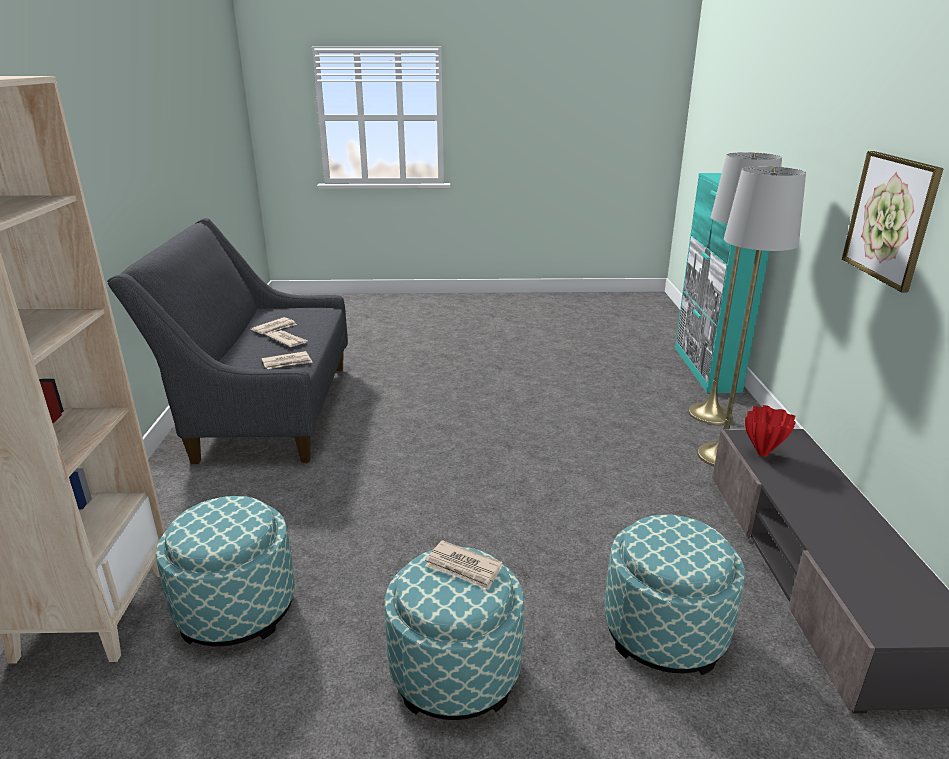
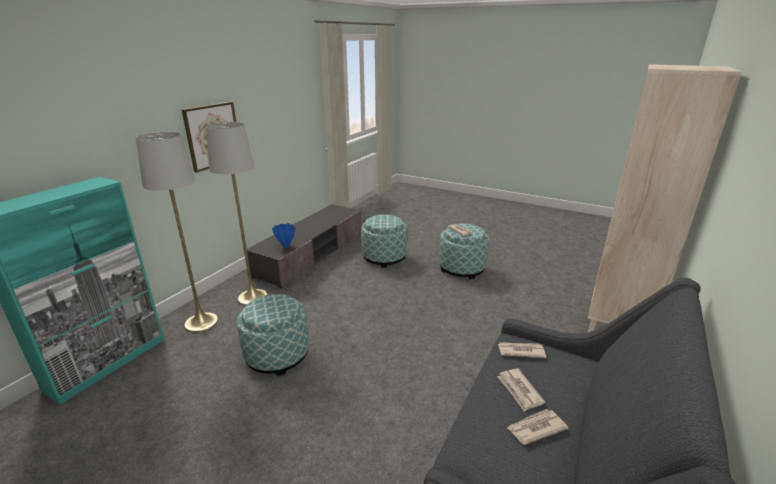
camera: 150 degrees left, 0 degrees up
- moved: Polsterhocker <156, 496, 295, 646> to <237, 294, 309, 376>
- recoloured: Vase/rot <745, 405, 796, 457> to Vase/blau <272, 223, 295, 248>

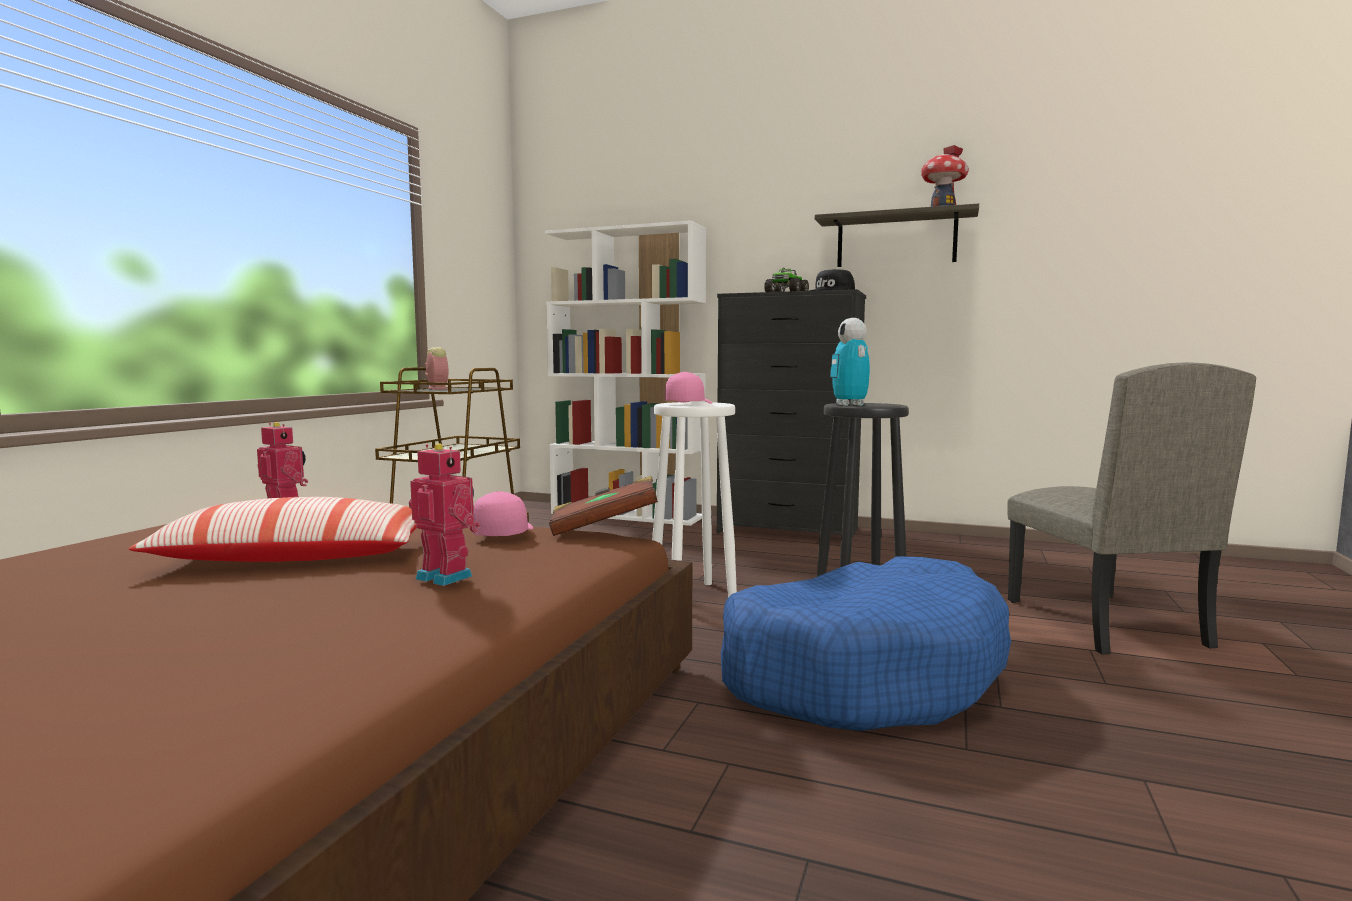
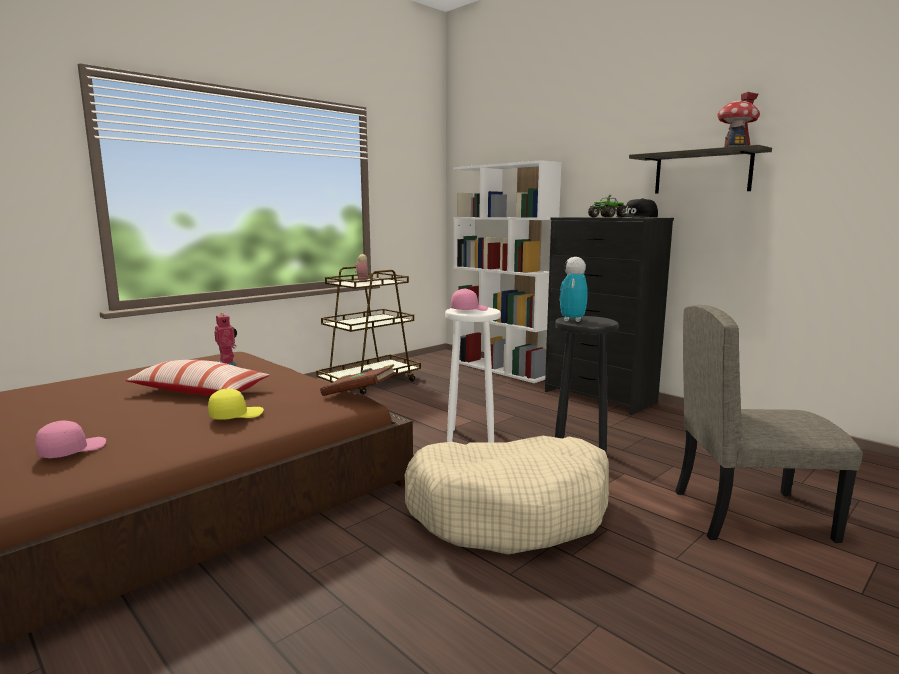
camera: 25 degrees right, 5 degrees up
- moved: Kappe/rosa <472, 491, 533, 536> to <35, 421, 106, 458>
- replaced: Spielzeugroboter <409, 443, 480, 586> to Kappe/gelb <208, 389, 264, 420>
- recoloured: Hundebett/blau <721, 556, 1011, 731> to Hundebett/beige <405, 436, 609, 555>
- turned: Stuhl/beige <1007, 362, 1256, 654> = <675, 305, 863, 543> 75 degrees clockwise

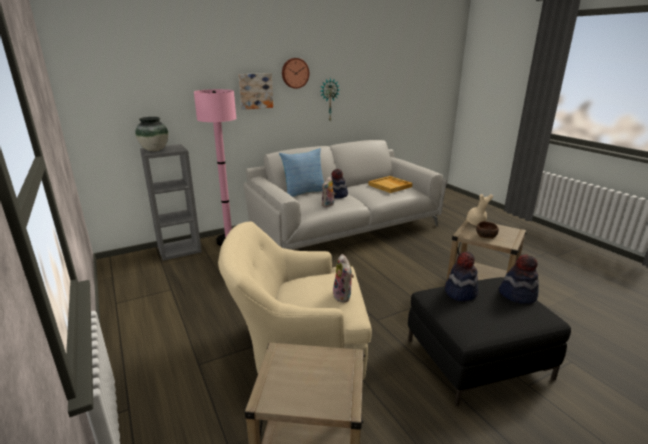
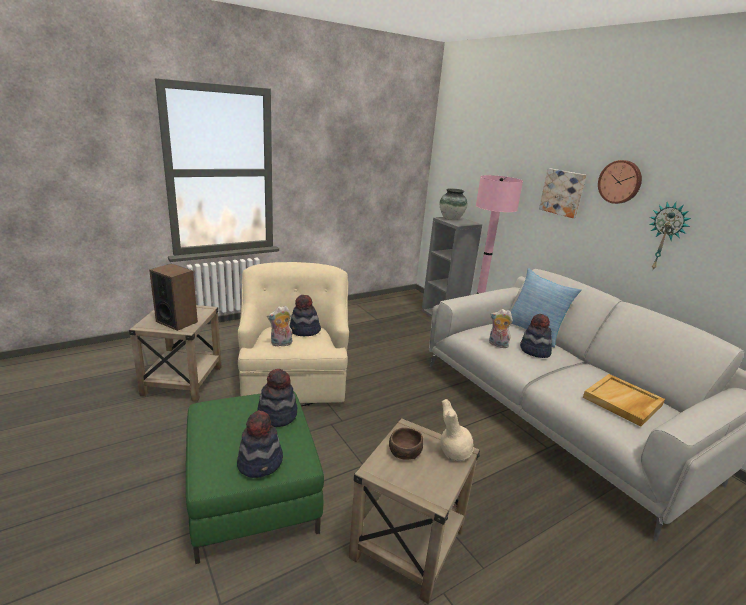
camera: 85 degrees right, 0 degrees up
- added: Lautsprecher <149, 264, 198, 331>
- added: Hut <290, 295, 321, 336>
- recoloured: Polsterhocker/schwarz <408, 277, 571, 406> to Polsterhocker/grün <186, 391, 324, 564>

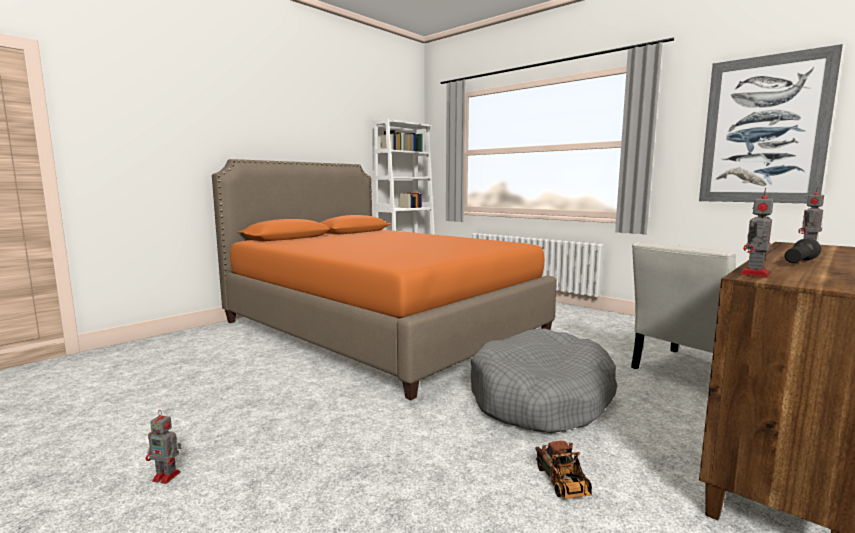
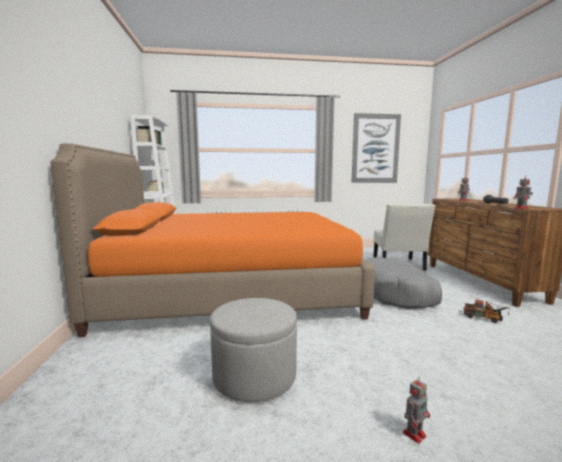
camera: 50 degrees left, 0 degrees up
- added: Polsterhocker/grau <210, 298, 297, 402>

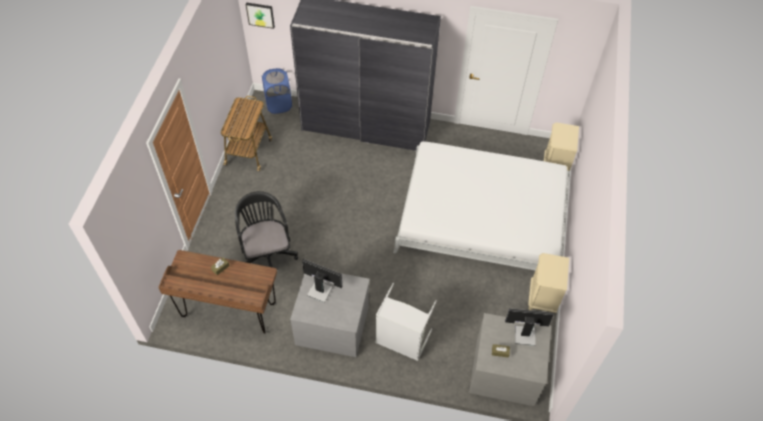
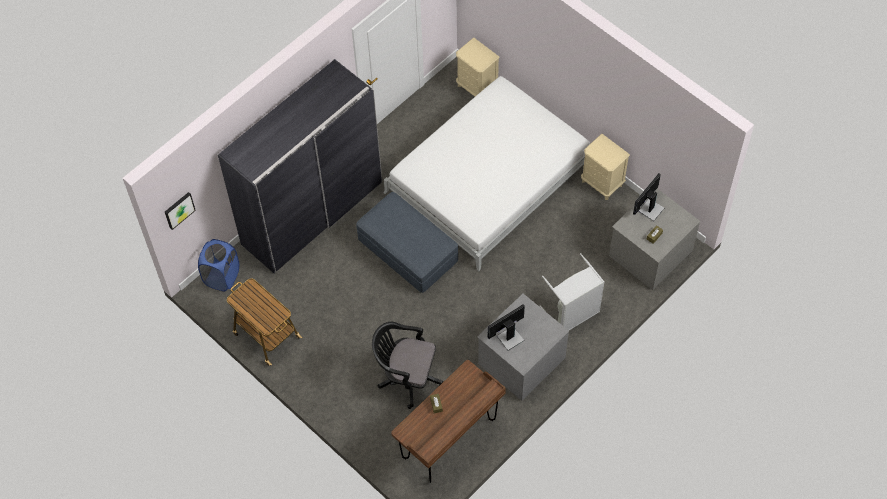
camera: 55 degrees left, 5 degrees up
- added: Polsterhocker/grau <356, 192, 458, 293>

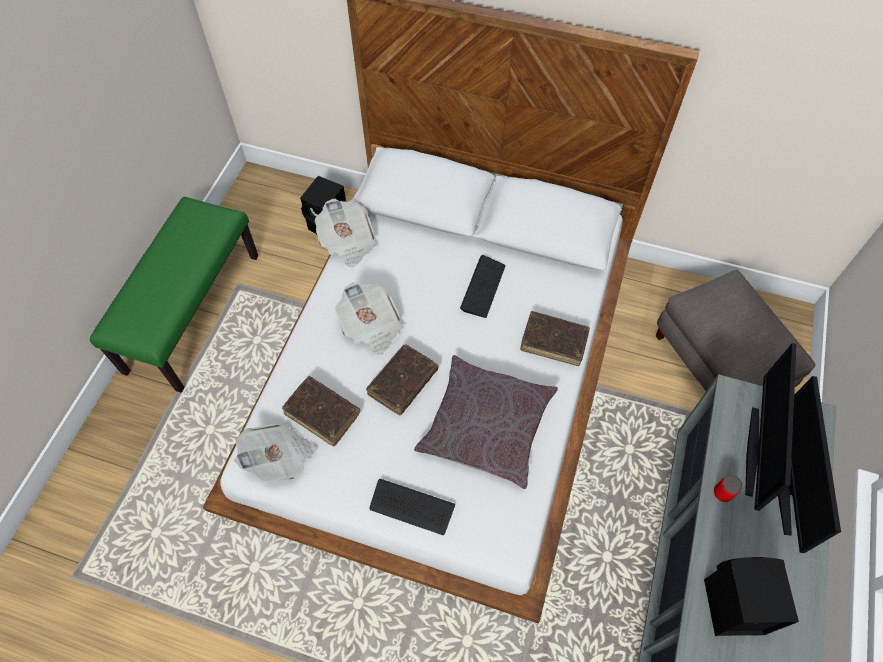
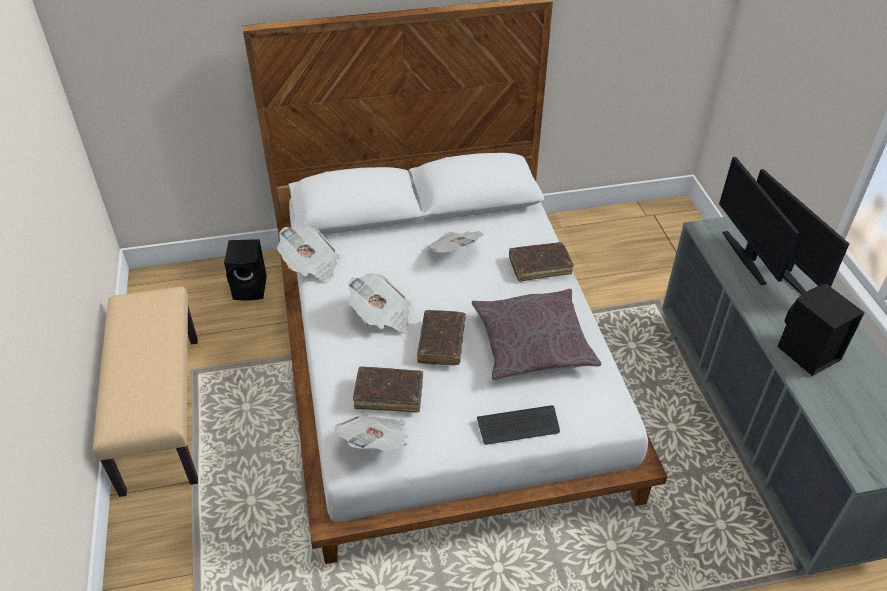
camera: 30 degrees left, 15 degrees down
- removed: Polsterhocker/grau <656, 270, 816, 391>
- removed: Dose <714, 475, 742, 502>
- replaced: Tastatur <460, 255, 505, 318> to Zeitung <426, 232, 485, 253>
- recoloured: Bank/grün <90, 197, 258, 393> to Bank/beige <93, 286, 198, 497>

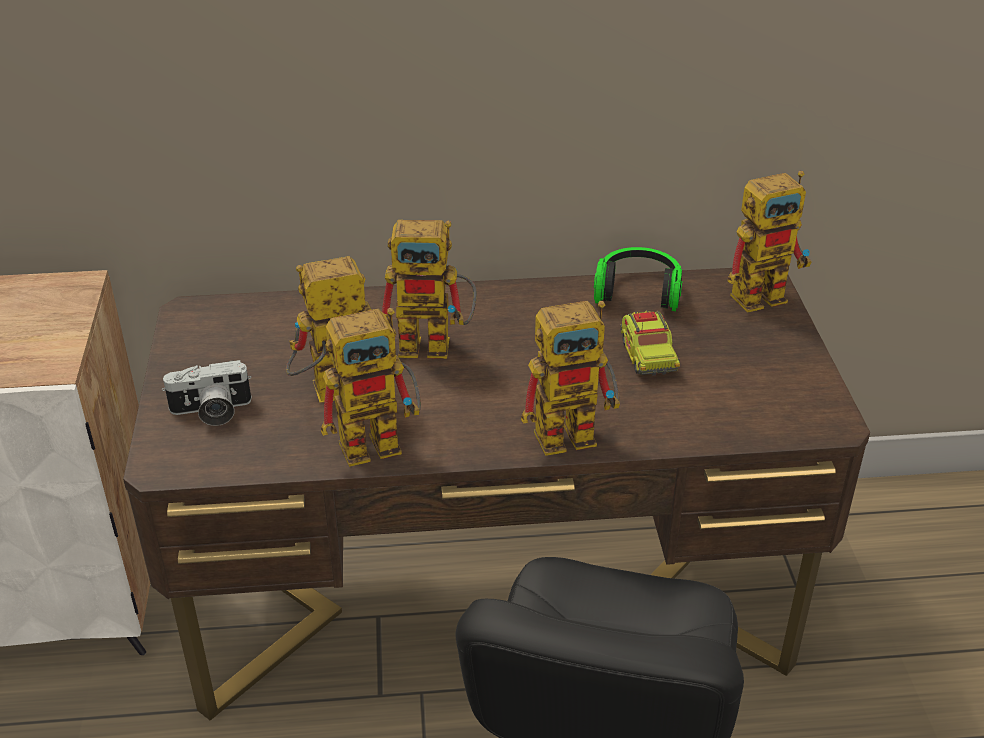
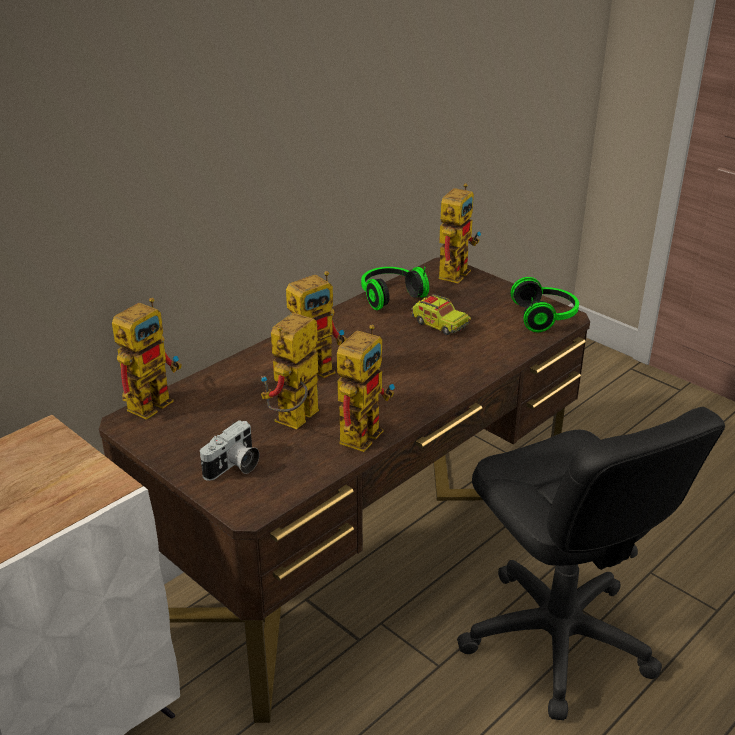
camera: 40 degrees left, 5 degrees down
- added: Kopfhörer <510, 277, 579, 332>
- moved: Spielzeugroboter <521, 300, 620, 456> to <112, 298, 182, 420>

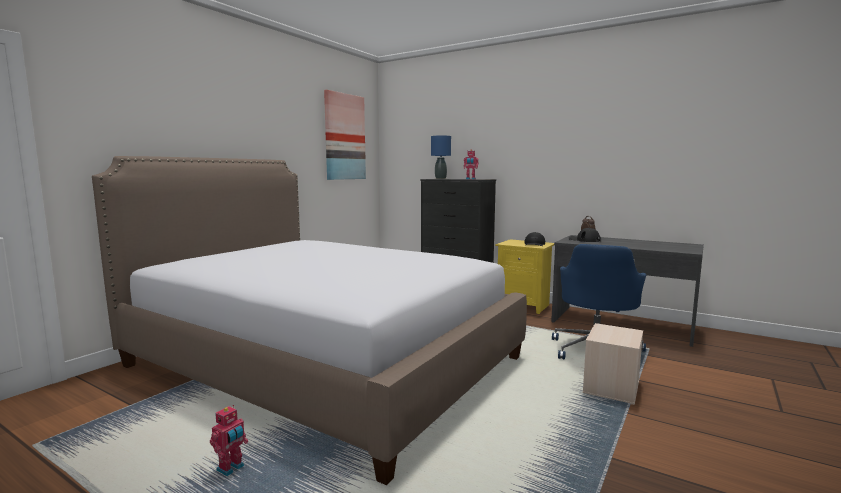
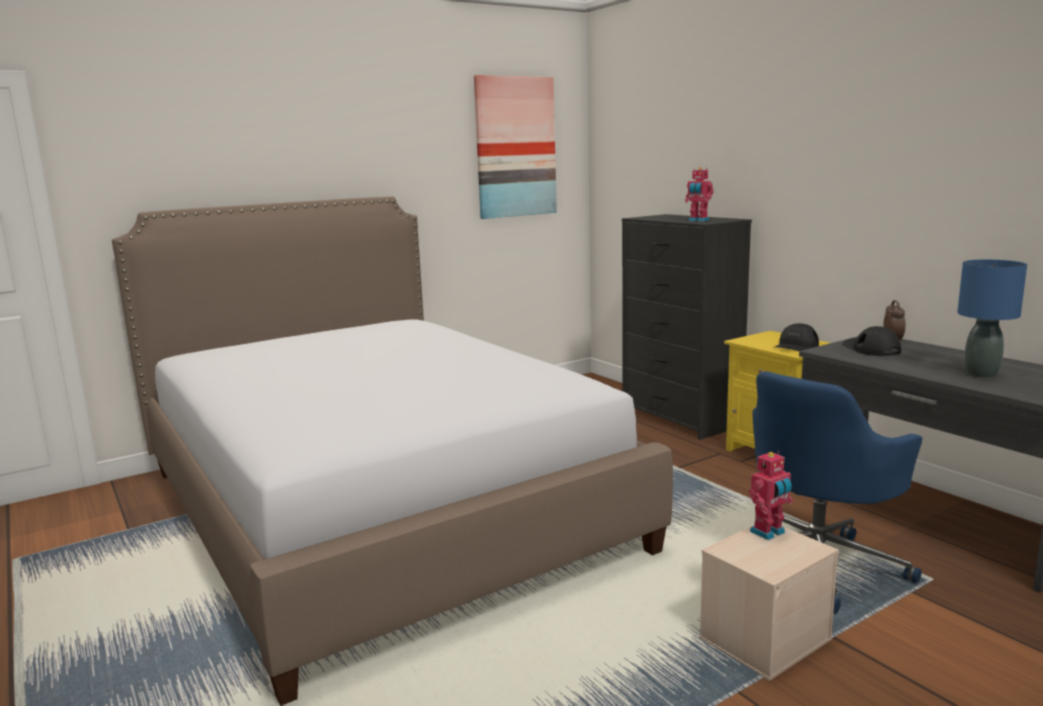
camera: 25 degrees right, 5 degrees up
- moved: Spielzeugroboter <210, 405, 248, 476> to <749, 451, 793, 540>
- moved: Tischlampe/blau <431, 136, 451, 179> to <957, 259, 1027, 378>

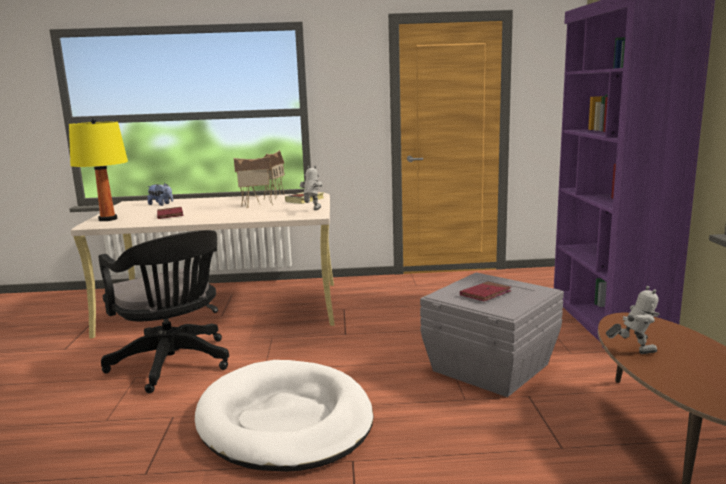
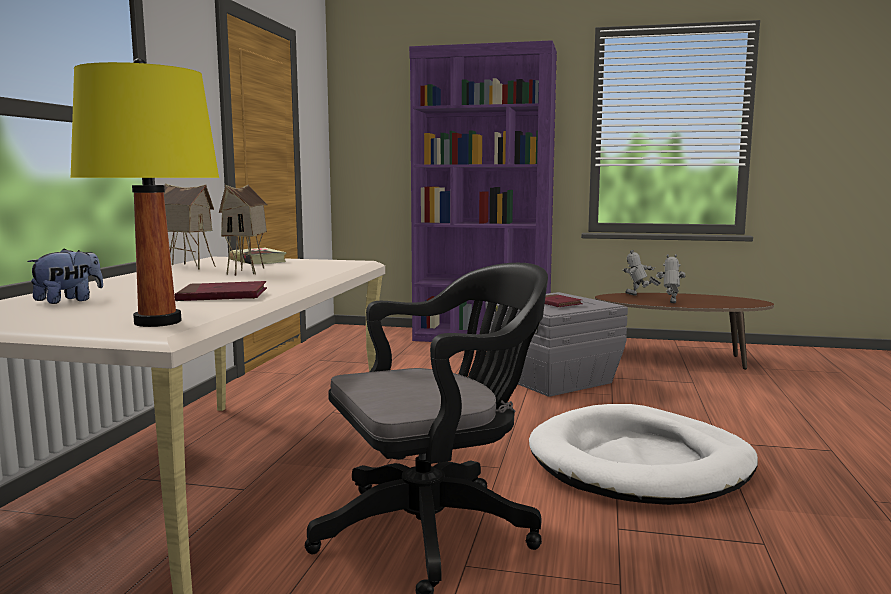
camera: 75 degrees left, 5 degrees down
- moved: Spielzeugroboter <300, 166, 322, 210> to <622, 250, 661, 296>

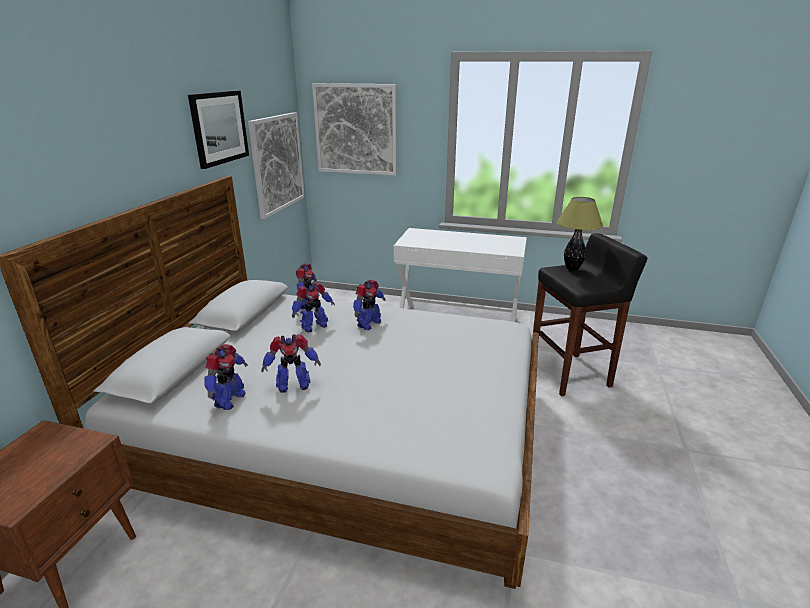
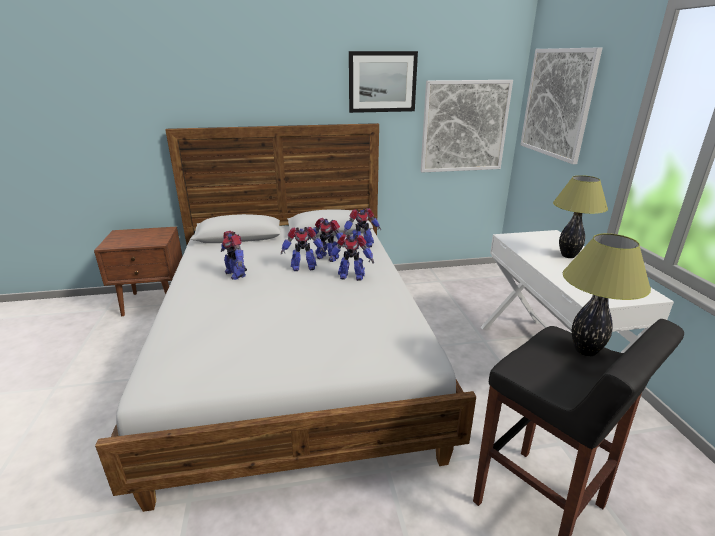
camera: 65 degrees right, 0 degrees up
- added: Tischlampe <553, 175, 608, 258>
- moved: Spielzeugroboter <204, 344, 248, 410> to <281, 227, 325, 271>

